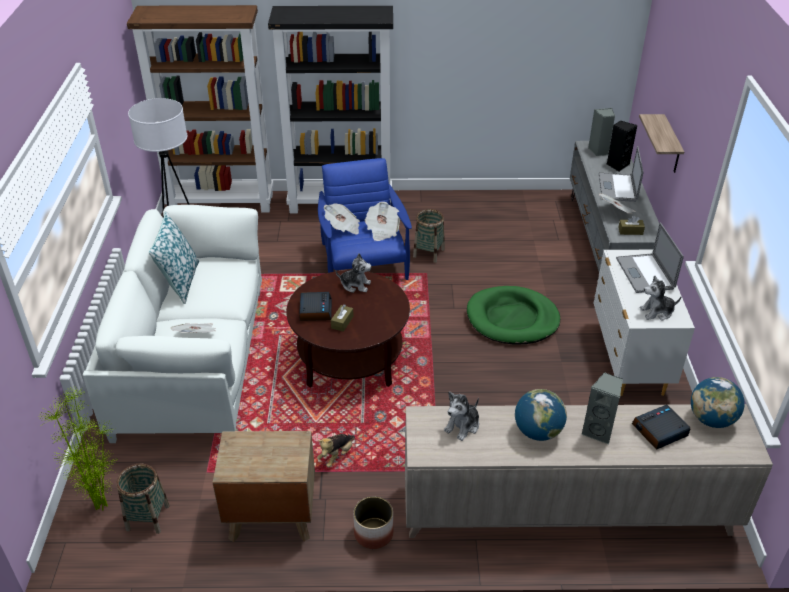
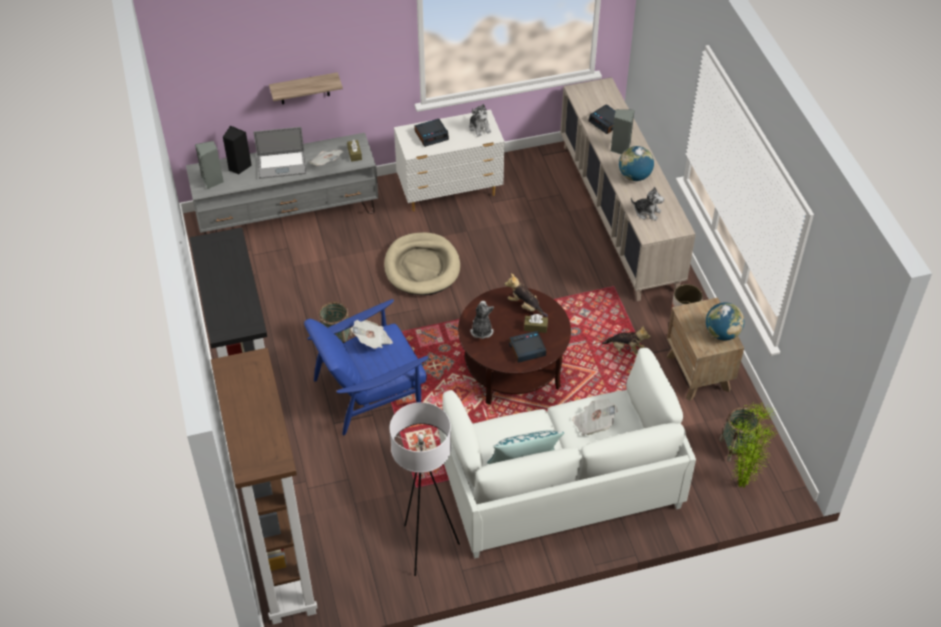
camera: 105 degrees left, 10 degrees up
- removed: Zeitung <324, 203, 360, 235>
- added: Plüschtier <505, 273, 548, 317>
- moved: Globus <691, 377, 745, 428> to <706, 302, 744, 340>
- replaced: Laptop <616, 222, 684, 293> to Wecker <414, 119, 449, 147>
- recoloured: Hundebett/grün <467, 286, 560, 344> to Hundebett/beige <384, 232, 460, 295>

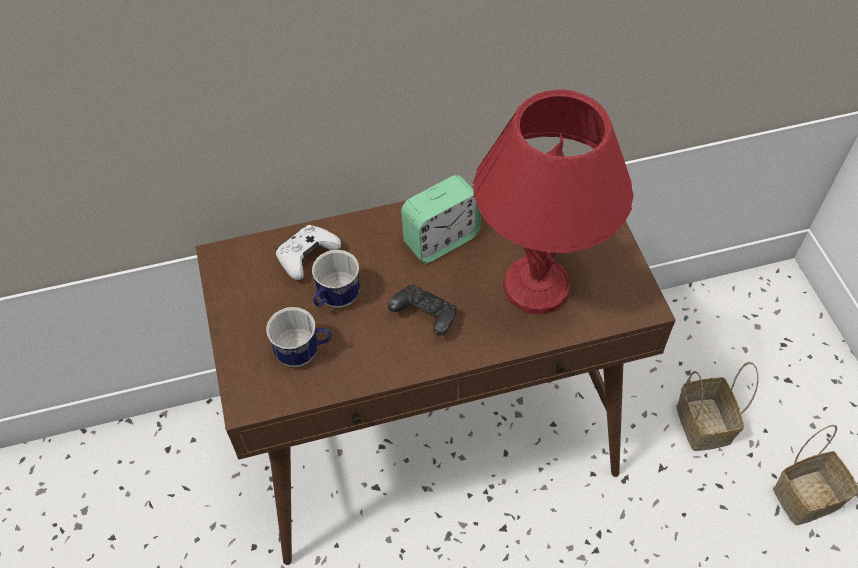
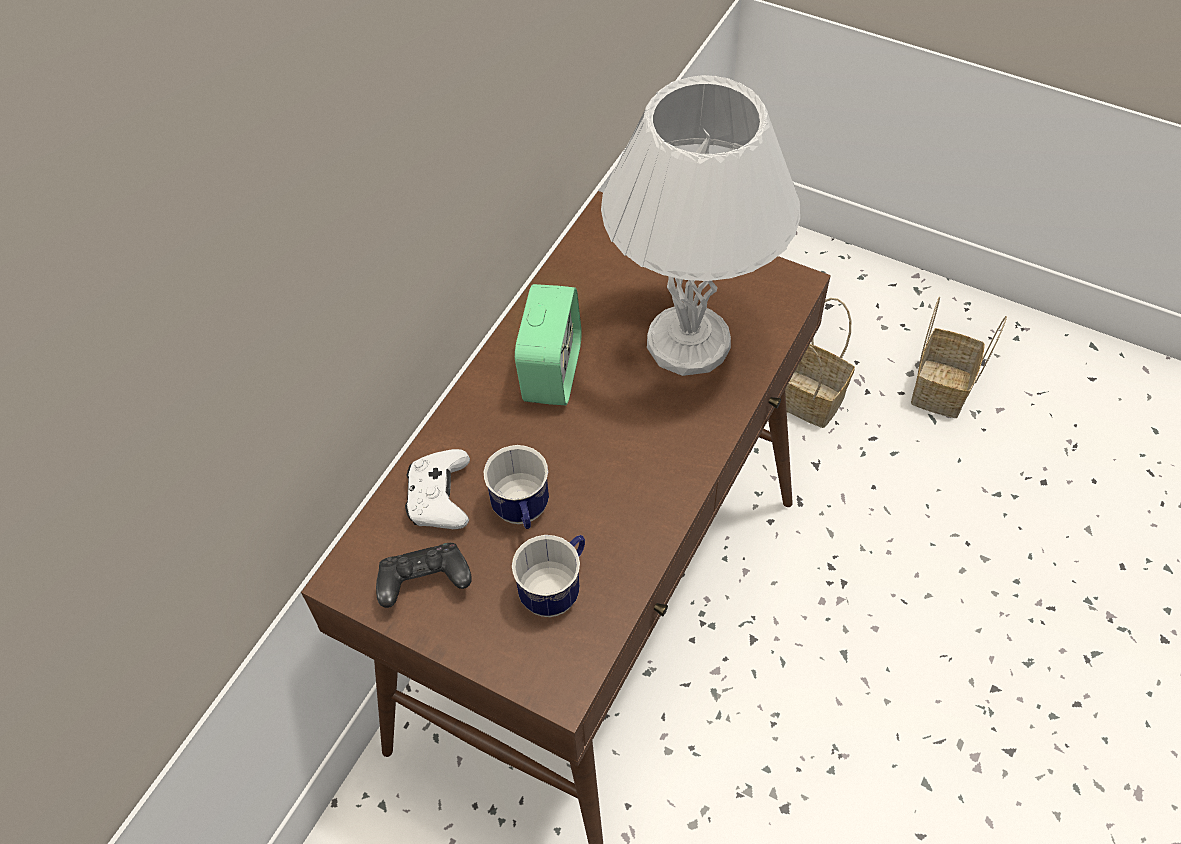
camera: 45 degrees left, 0 degrees up
- moved: Gamepad/schwarz <388, 285, 457, 336> to <376, 543, 472, 608>
- recoloured: Tischlampe/rot <473, 90, 634, 314> to Tischlampe/weiß <601, 75, 800, 376>

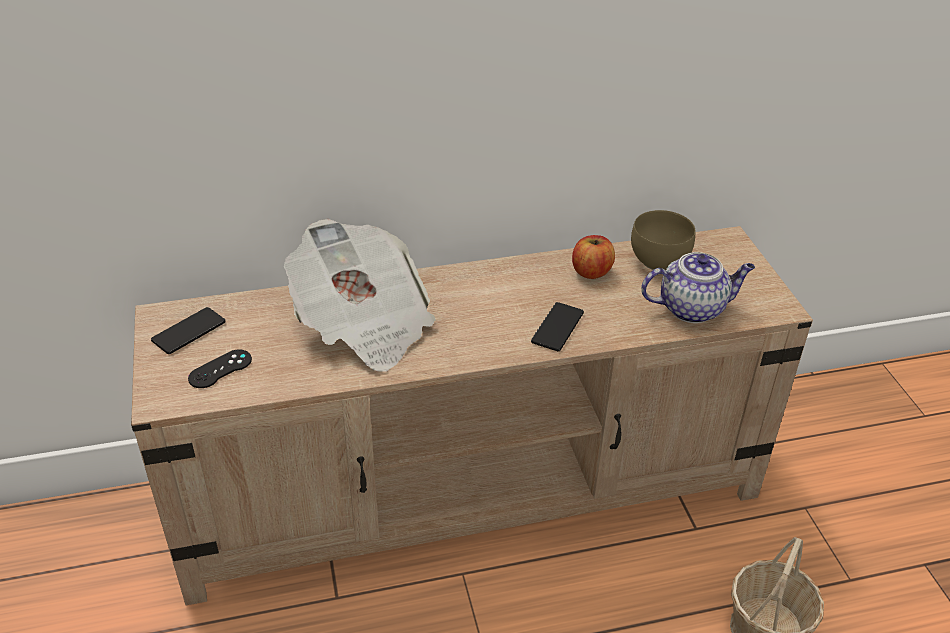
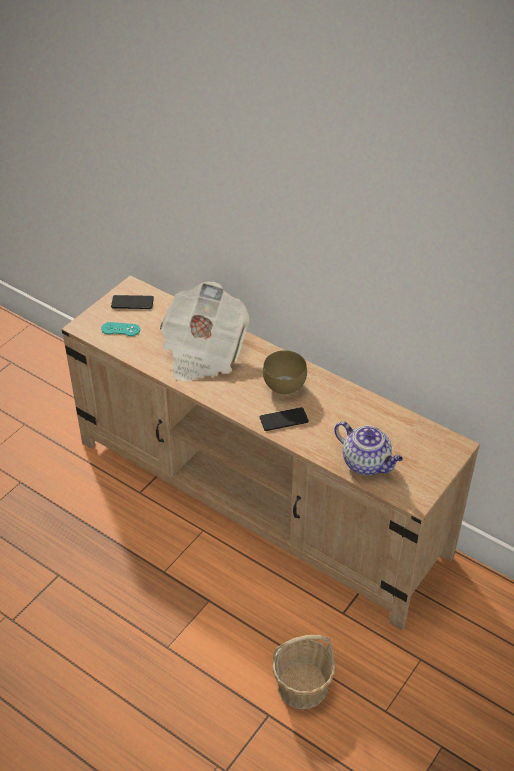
camera: 50 degrees right, 5 degrees up
- removed: Apfel <572, 235, 615, 279>
- moved: Schüssel/braun <631, 210, 695, 270> to <263, 350, 307, 395>
- recoloured: Gamepad/schwarz <188, 349, 252, 388> to Gamepad/türkis <101, 322, 140, 336>

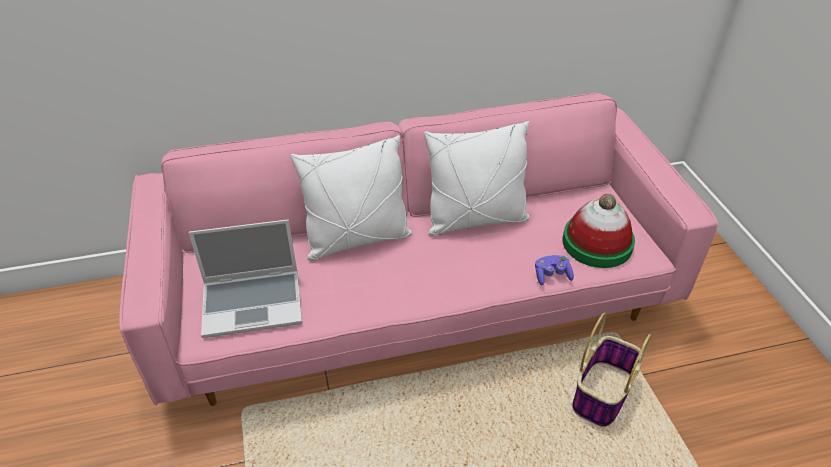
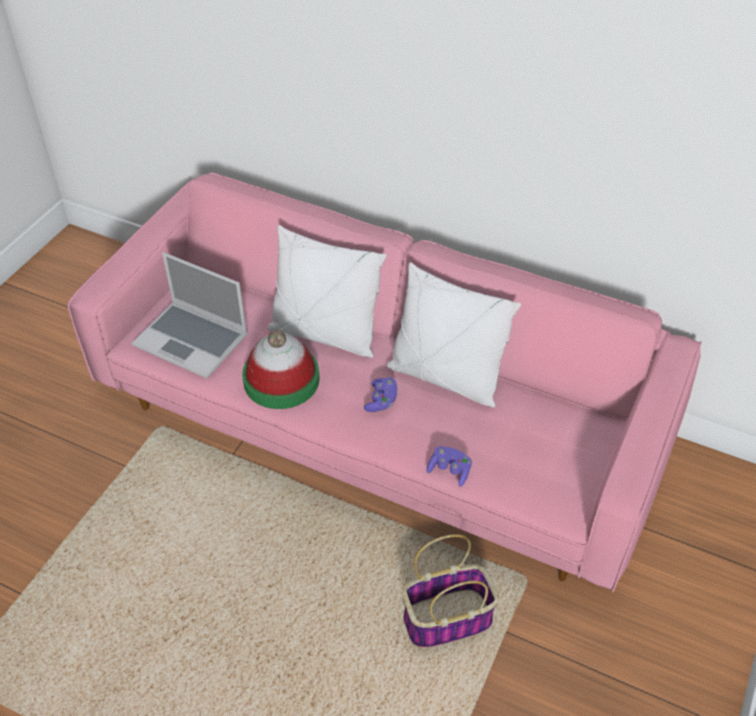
camera: 40 degrees right, 5 degrees up
- added: Gamepad/lila <364, 377, 398, 412>
- moved: Hut <562, 194, 635, 268> to <242, 330, 319, 409>

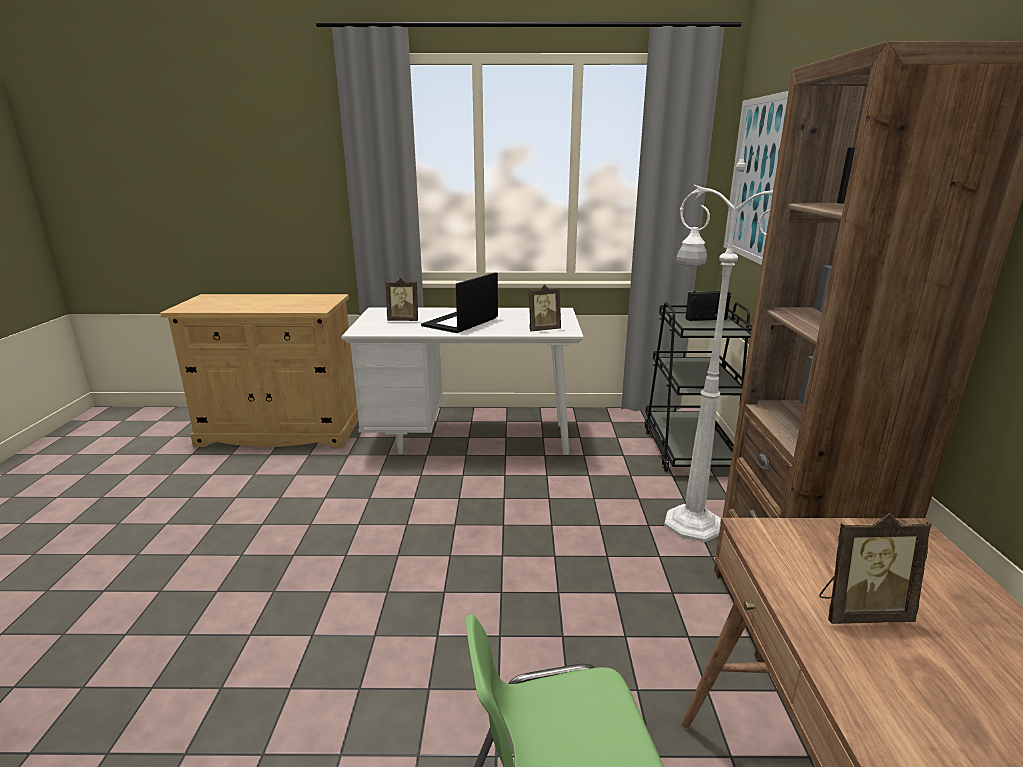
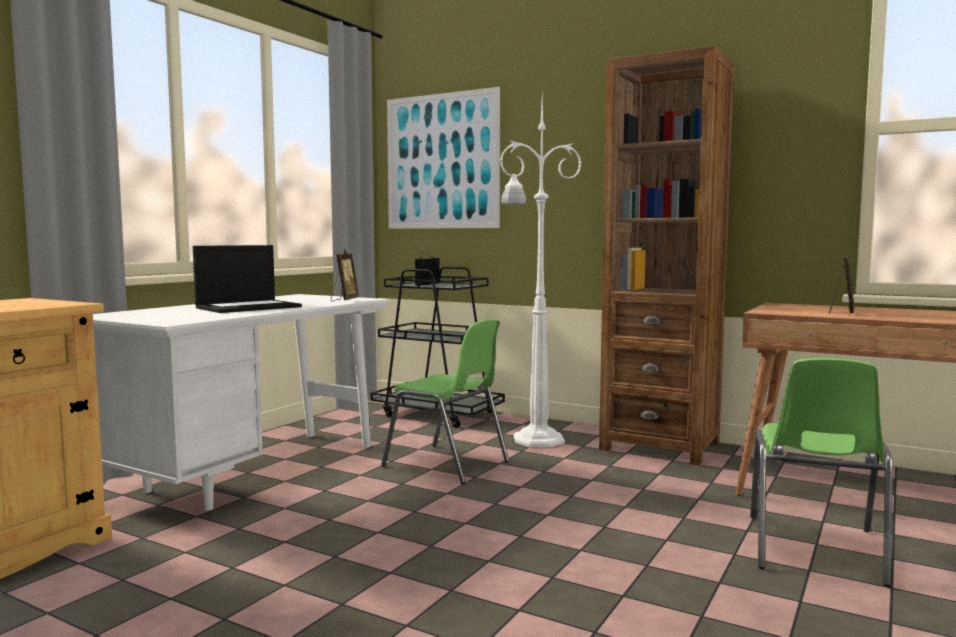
camera: 60 degrees left, 15 degrees down
- removed: Bilderrahmen <386, 278, 418, 321>
- added: Stuhl/grün <381, 319, 509, 484>
- turned: Laptop <421, 272, 498, 333> = <193, 245, 302, 313> 105 degrees counterclockwise

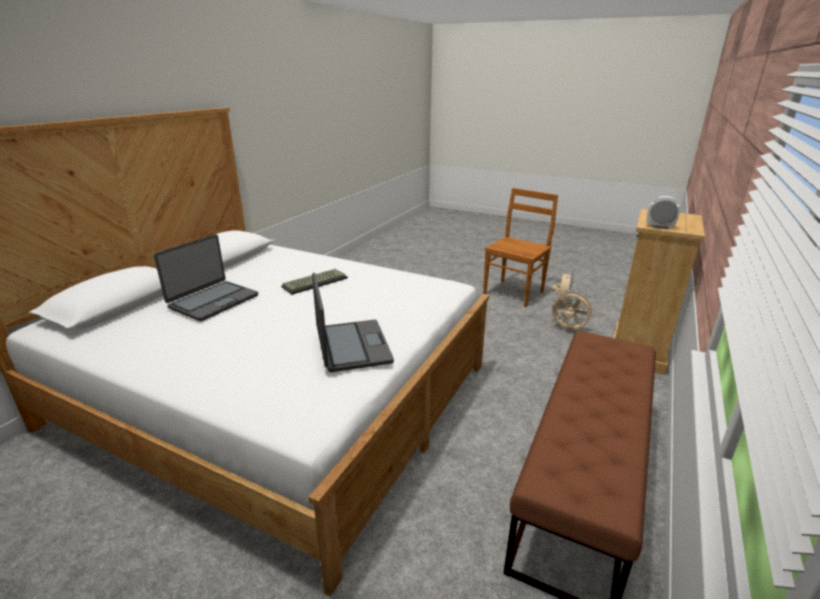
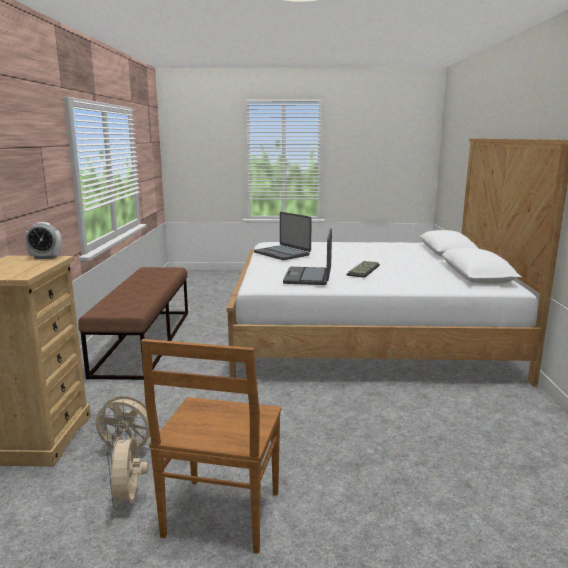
camera: 155 degrees right, 10 degrees down
- moved: Laptop <154, 234, 258, 321> to <283, 228, 332, 285>

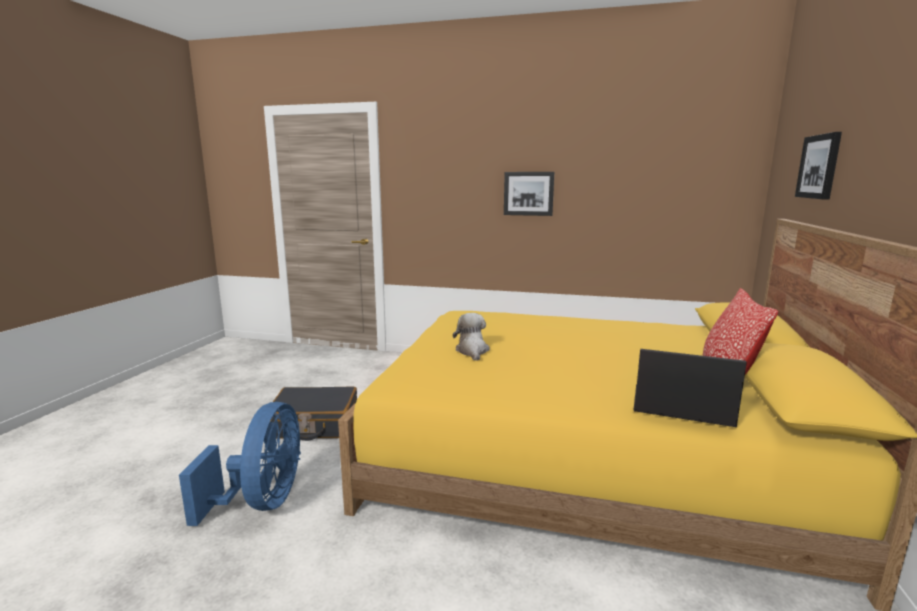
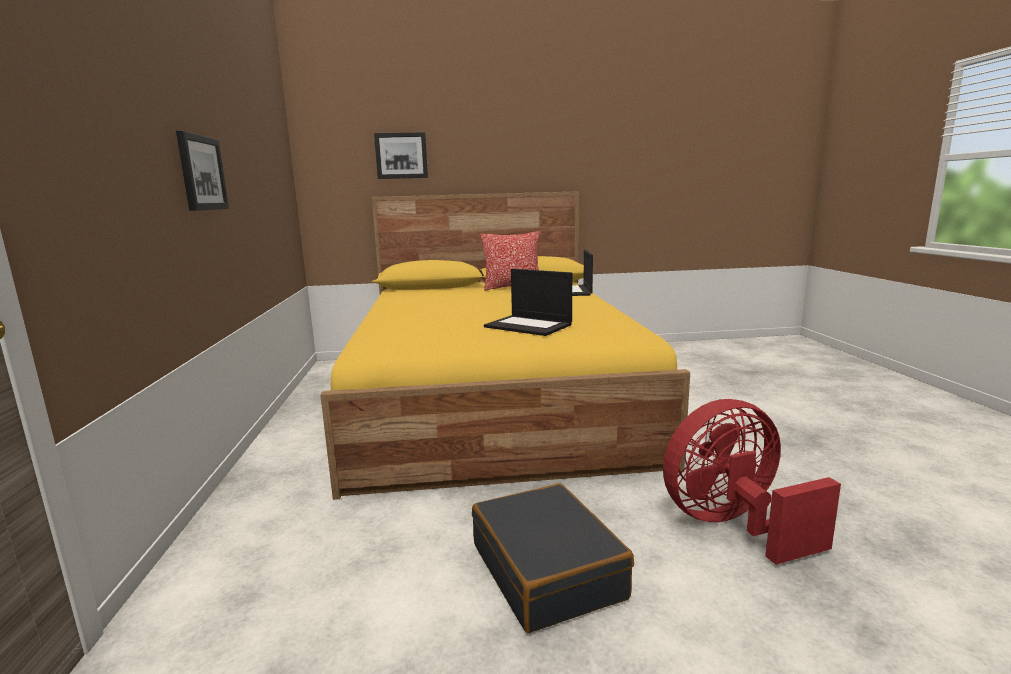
camera: 110 degrees left, 0 degrees up
- replaced: Plüschtier <453, 313, 490, 361> to Laptop <484, 269, 572, 336>
- recoloured: Ventilator/blau <179, 402, 301, 526> to Ventilator/rot <663, 399, 841, 565>

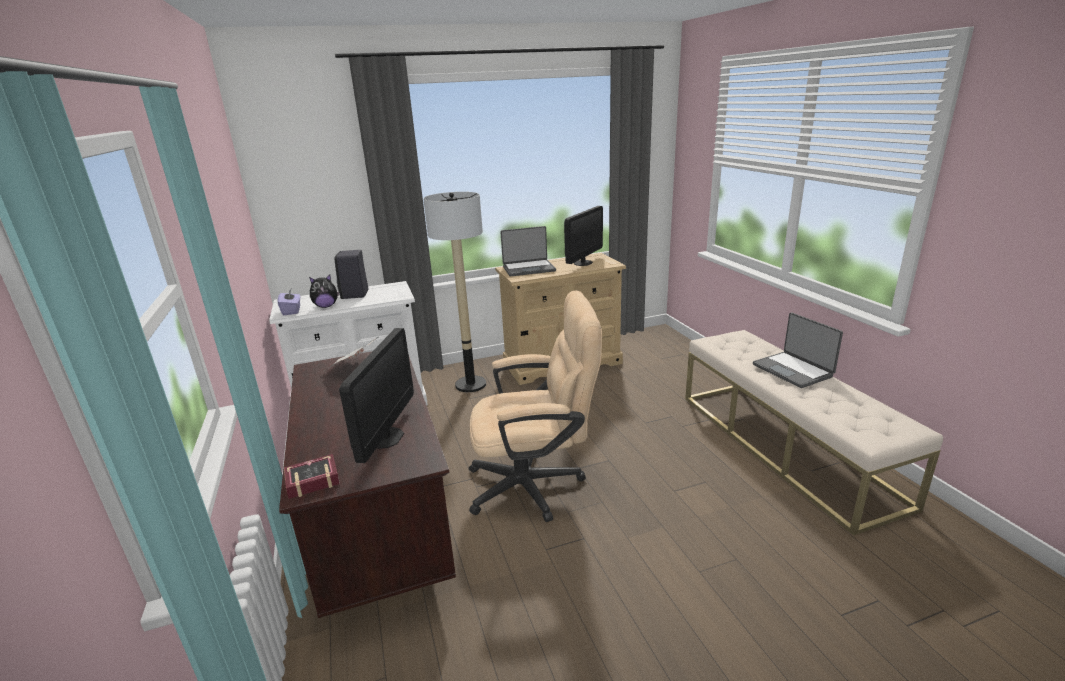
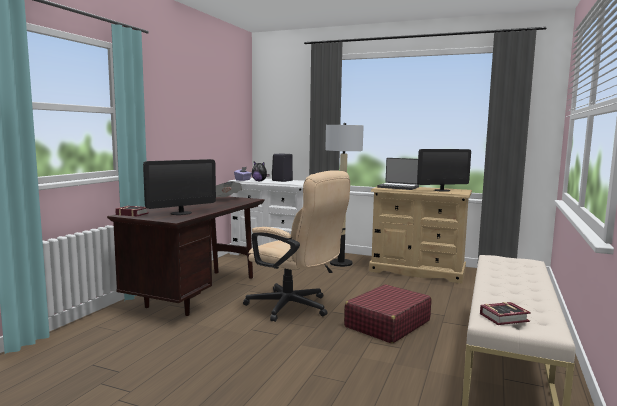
camera: 40 degrees right, 15 degrees down
- removed: Laptop <753, 312, 843, 388>
- added: Koffer/rot <344, 284, 431, 343>
- added: Buch <480, 302, 531, 325>

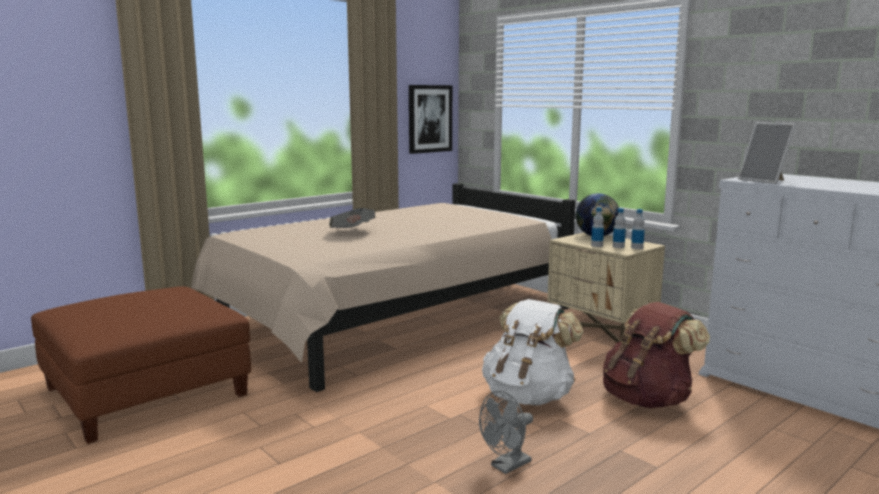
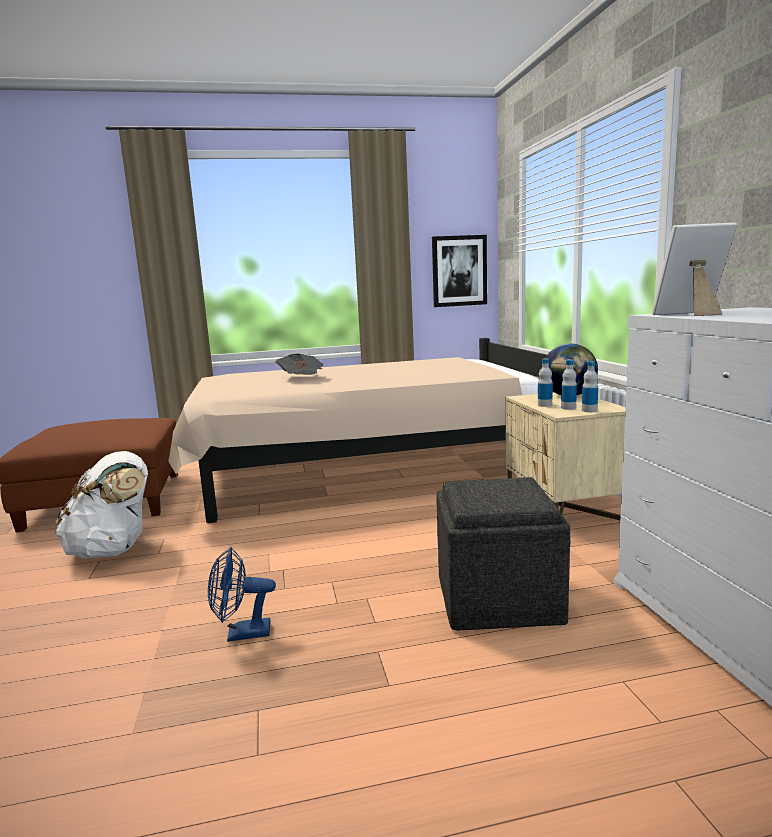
camera: 30 degrees right, 0 degrees up
- moved: Rucksack/weiß <482, 299, 583, 405> to <55, 451, 148, 559>
- replaced: Rucksack/braun <603, 302, 710, 408> to Polsterhocker/grau <436, 477, 570, 630>
- recoloured: Ventilator/grau <479, 391, 533, 474> to Ventilator/blau <208, 547, 276, 642>
- turned: Bilderrahmen <738, 122, 796, 184> = <652, 223, 737, 316> 90 degrees clockwise

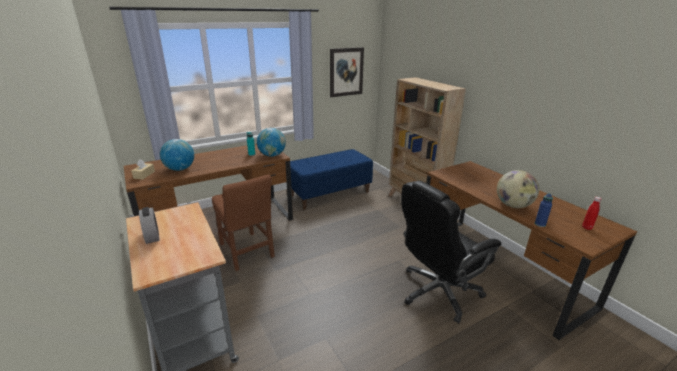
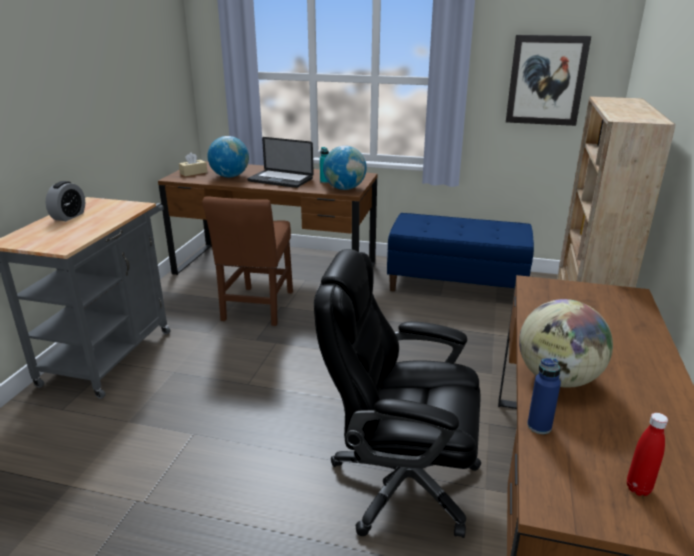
camera: 45 degrees right, 0 degrees up
- added: Laptop <247, 137, 314, 188>

